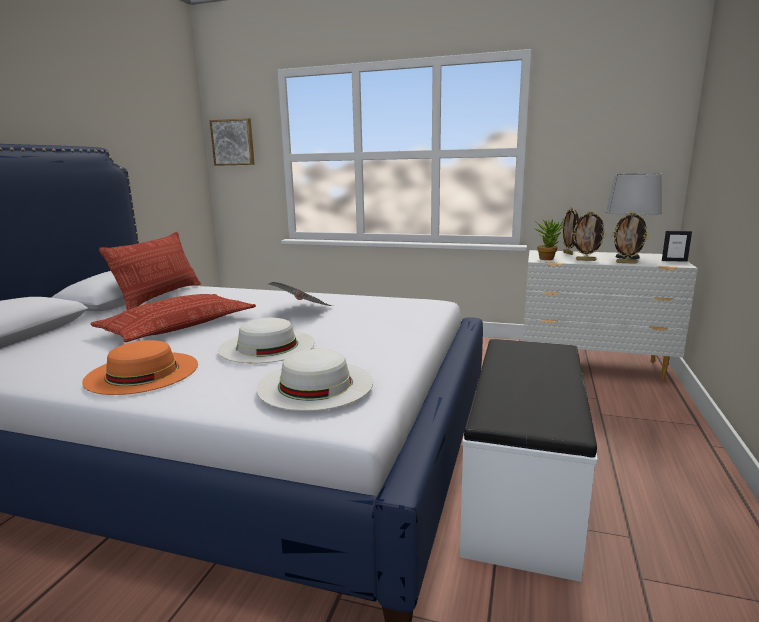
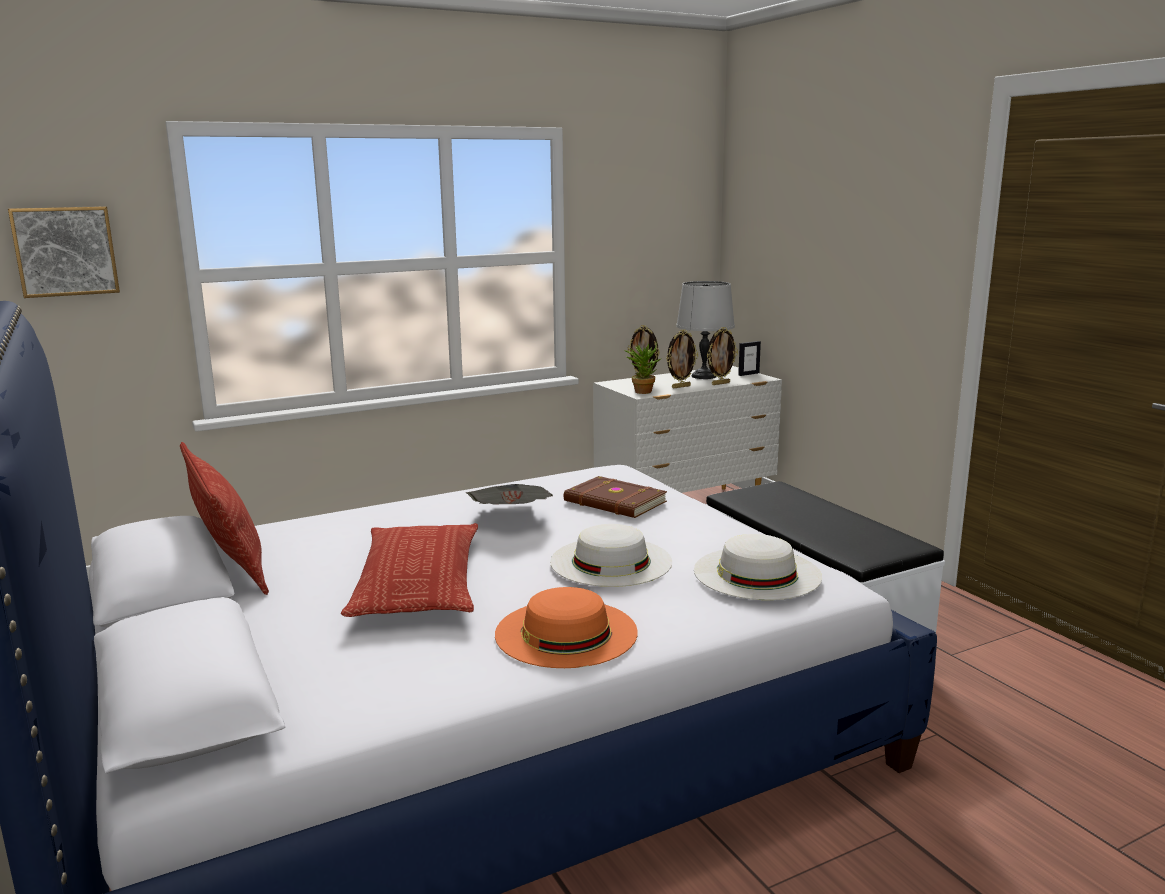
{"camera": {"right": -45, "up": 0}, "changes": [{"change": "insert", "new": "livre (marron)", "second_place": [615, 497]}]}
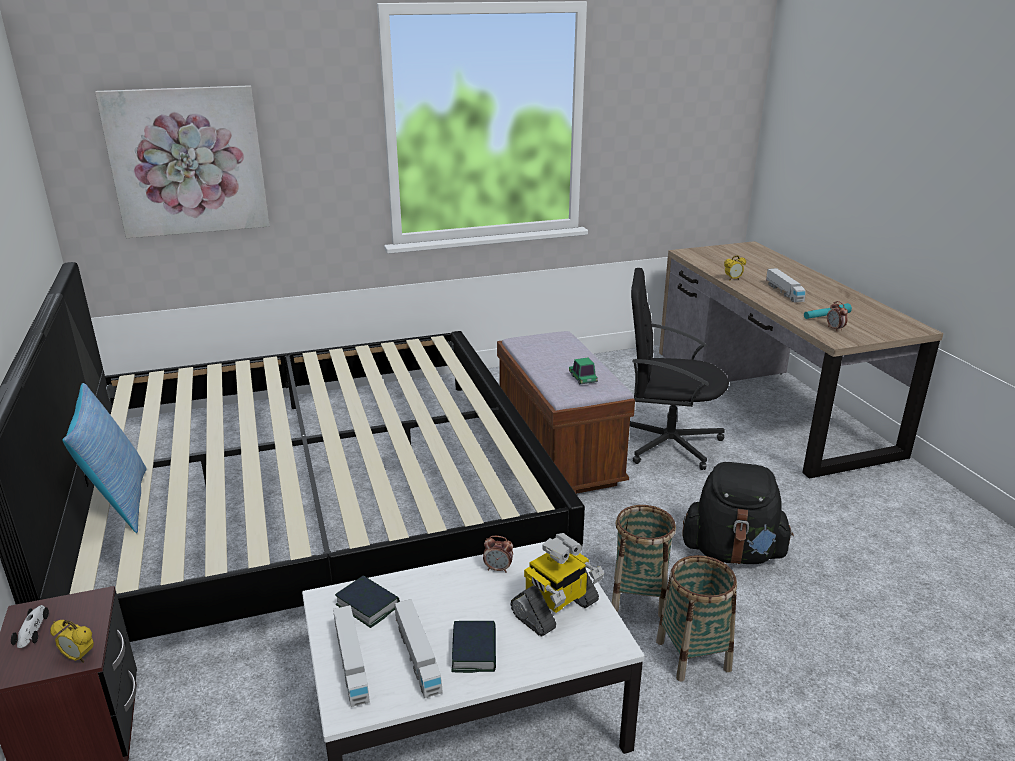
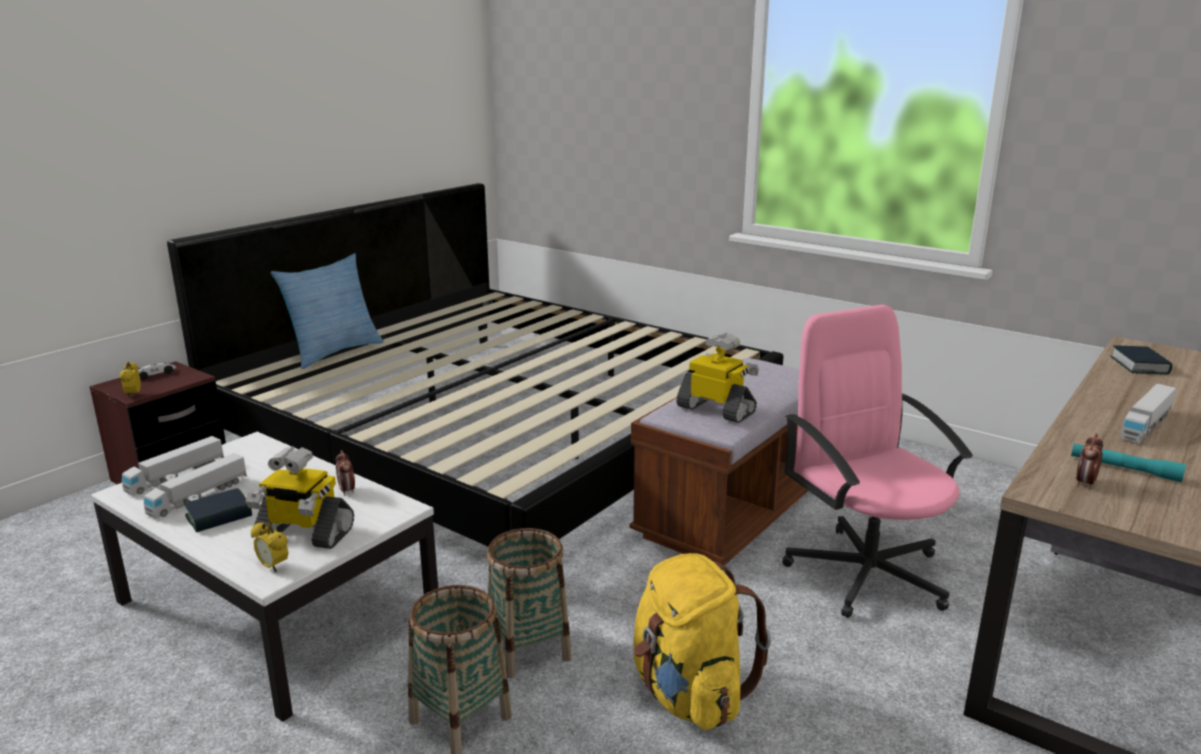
{"camera": {"right": 55, "up": -5}, "changes": [{"change": "delete", "old": "tableau", "first_place": [182, 161]}, {"change": "move", "old": "livre", "first_place": [367, 602], "second_place": [1141, 359]}, {"change": "replace", "old": "petite voiture", "new": "robot jouet", "first_place": [583, 371], "second_place": [717, 377]}, {"change": "recolor", "old": "chaise de bureau (noir)", "new": "chaise de bureau (rose)", "first_place": [679, 369], "second_place": [877, 461]}, {"change": "recolor", "old": "sac à dos (noir)", "new": "sac à dos (jaune)", "first_place": [738, 513], "second_place": [702, 641]}, {"change": "move", "old": "réveil", "first_place": [735, 268], "second_place": [269, 547]}]}
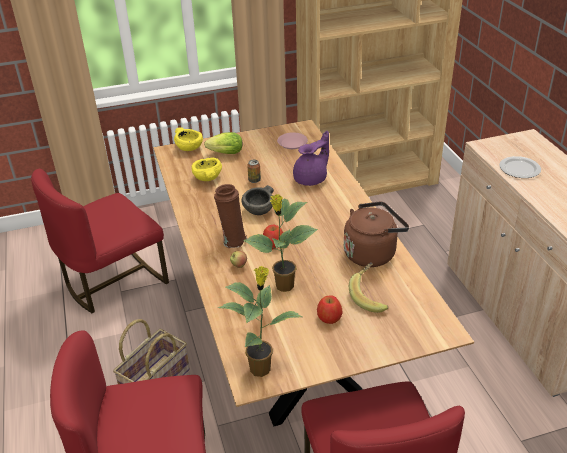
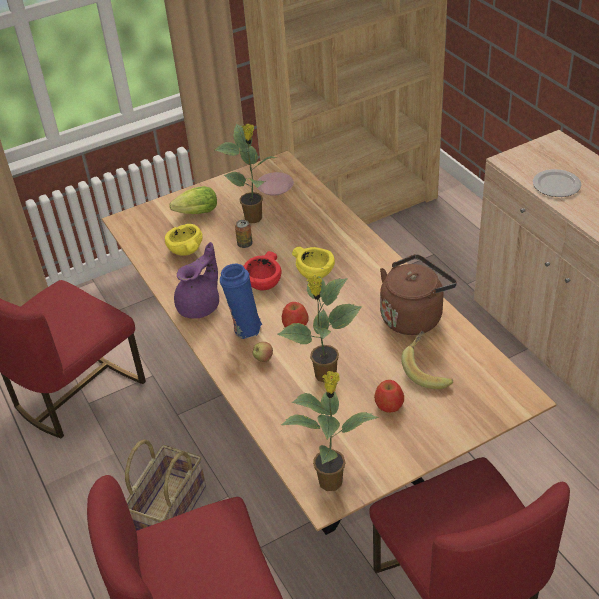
{"camera": {"right": -10, "up": 5}, "changes": [{"change": "move", "old": "bol (jaune)", "first_place": [188, 139], "second_place": [313, 263]}, {"change": "recolor", "old": "vase (marron)", "new": "vase (bleu)", "first_place": [230, 216], "second_place": [241, 301]}, {"change": "recolor", "old": "bol (gris)", "new": "bol (rouge)", "first_place": [258, 200], "second_place": [263, 270]}, {"change": "move", "old": "théière (violet)", "first_place": [311, 158], "second_place": [196, 280]}, {"change": "insert", "new": "plante en pot", "second_place": [246, 173]}]}
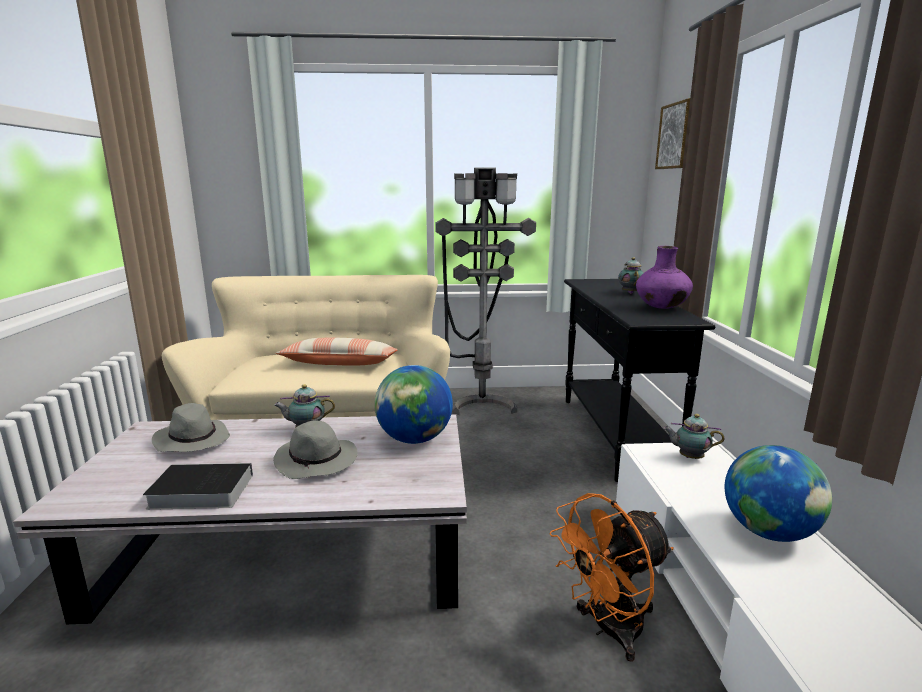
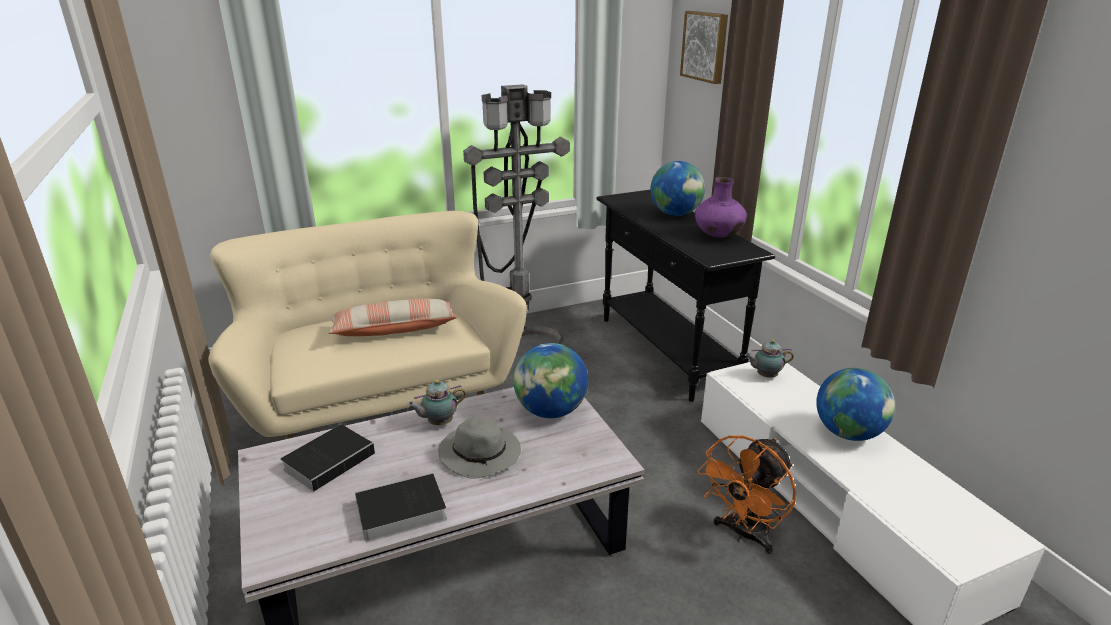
{"camera": {"right": -20, "up": 10}, "changes": [{"change": "replace", "old": "chapeau (gris)", "new": "livre", "first_place": [191, 427], "second_place": [332, 458]}, {"change": "replace", "old": "théière", "new": "globe", "first_place": [630, 275], "second_place": [678, 188]}]}
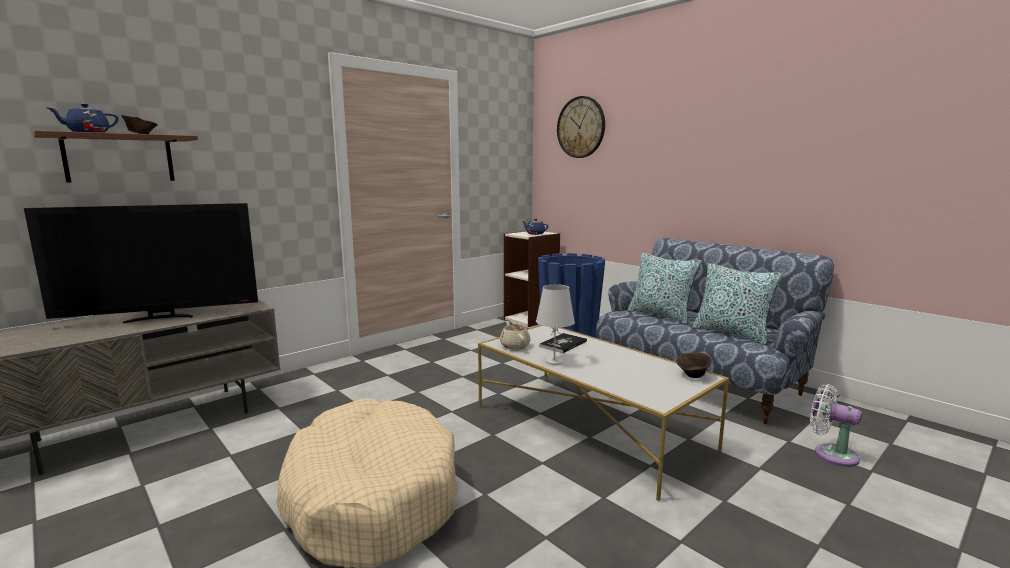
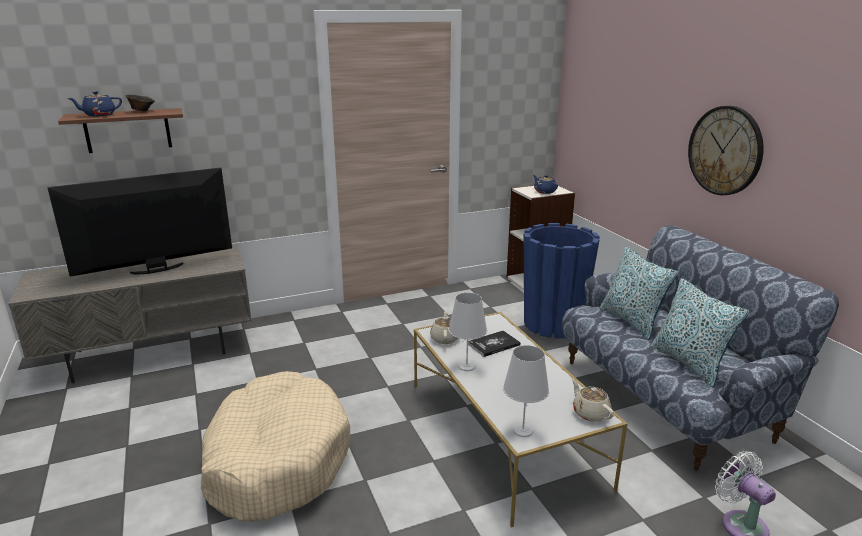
{"camera": {"right": 20, "up": 10}, "changes": [{"change": "rotate", "old": "téléviseur", "first_place": [141, 263], "second_place": [140, 222], "degrees": 150}, {"change": "move", "old": "horloge murale", "first_place": [581, 127], "second_place": [725, 150]}, {"change": "replace", "old": "bol (marron)", "new": "théière (beige)", "first_place": [694, 365], "second_place": [593, 400]}, {"change": "insert", "new": "lampe de table (blanc)", "second_place": [526, 391]}]}
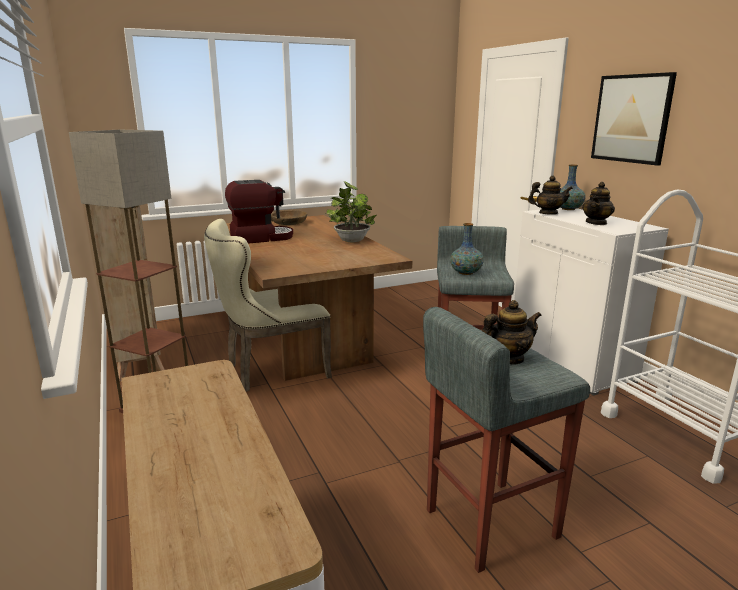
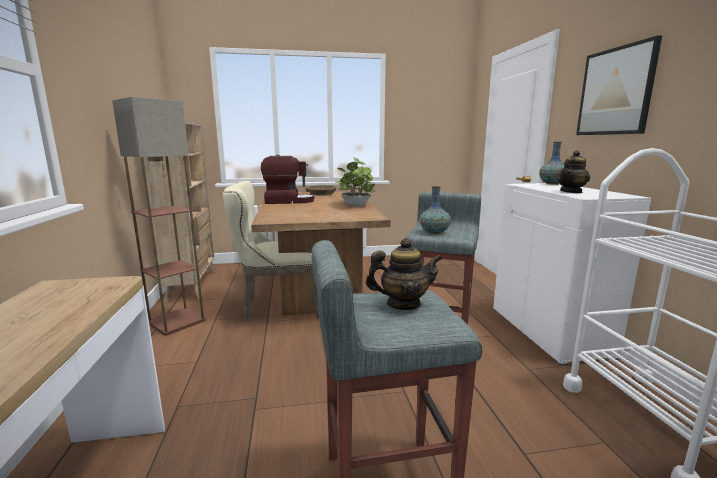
{"camera": {"right": 15, "up": -5}, "changes": [{"change": "delete", "old": "théière", "first_place": [550, 195]}]}
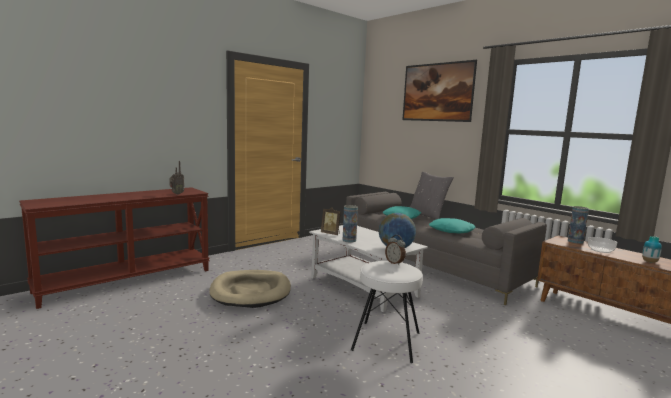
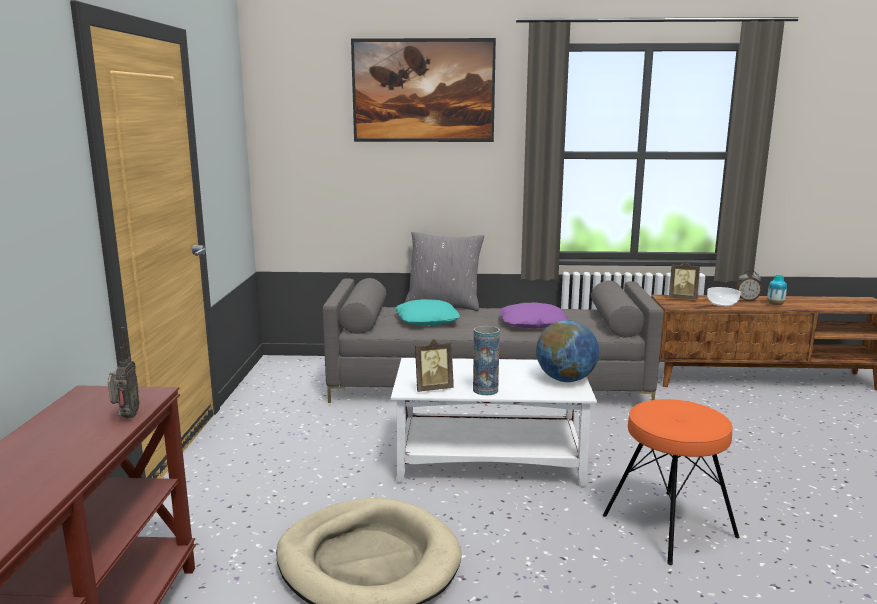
{"camera": {"right": -45, "up": 5}, "changes": [{"change": "recolor", "old": "tabouret (blanc)", "new": "tabouret (orange)", "first_place": [387, 312], "second_place": [670, 482]}, {"change": "move", "old": "réveil", "first_place": [395, 250], "second_place": [749, 285]}, {"change": "recolor", "old": "coussin (turquoise)", "new": "coussin (violet)", "first_place": [452, 226], "second_place": [533, 315]}, {"change": "replace", "old": "vase", "new": "cadre photo", "first_place": [578, 225], "second_place": [684, 281]}]}
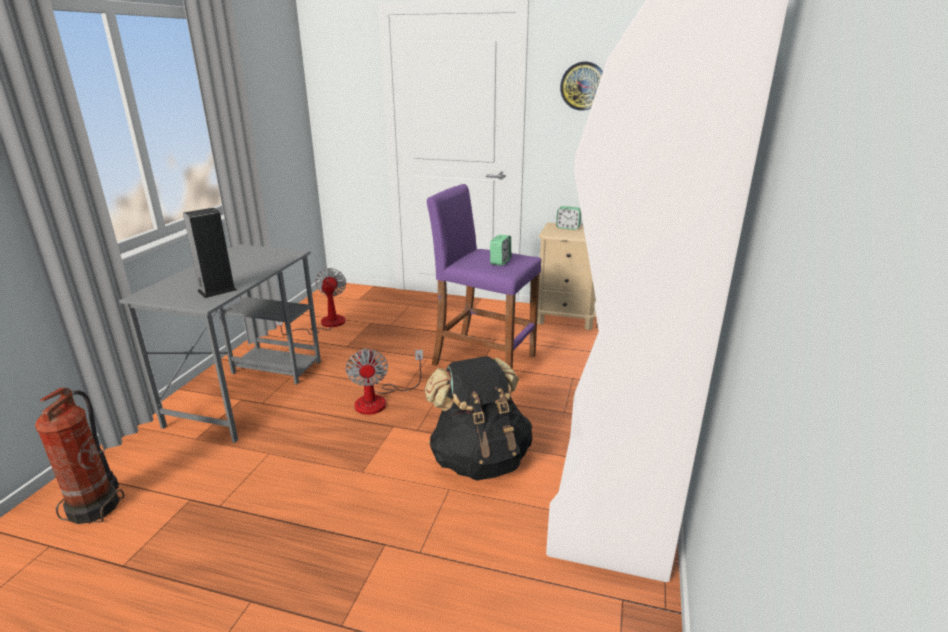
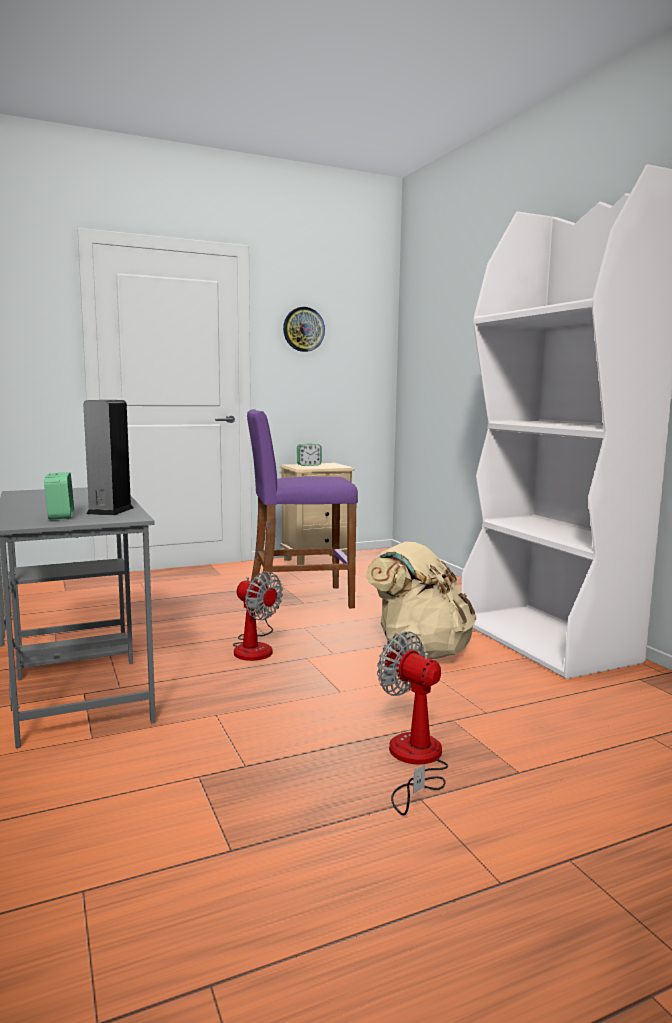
{"camera": {"right": -40, "up": -15}, "changes": [{"change": "delete", "old": "extincteur", "first_place": [80, 456]}, {"change": "move", "old": "ventilateur", "first_place": [310, 301], "second_place": [412, 723]}, {"change": "recolor", "old": "sac à dos (noir)", "new": "sac à dos (beige)", "first_place": [478, 418], "second_place": [421, 600]}, {"change": "move", "old": "réveil", "first_place": [500, 250], "second_place": [59, 496]}]}
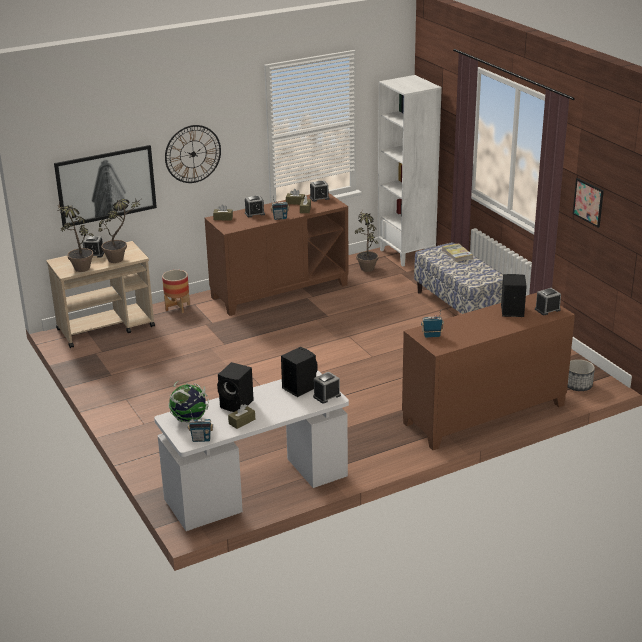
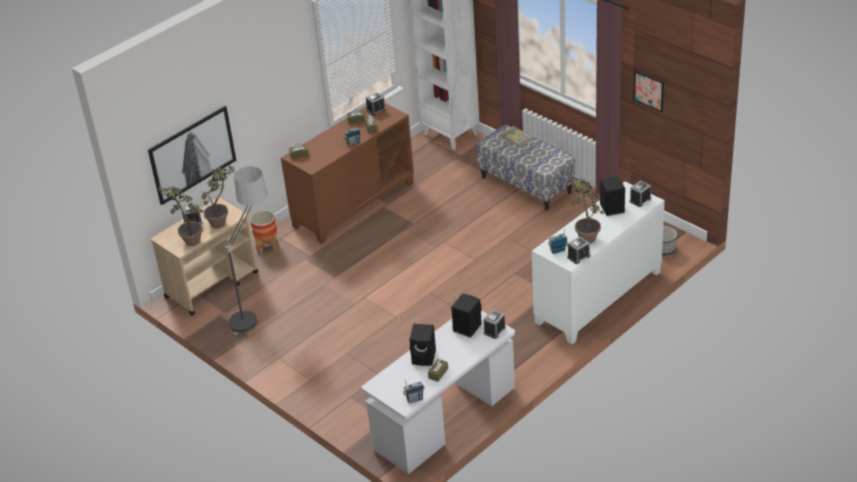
{"camera": {"right": -15, "up": 10}, "changes": [{"change": "delete", "old": "horloge murale", "first_place": [193, 154]}, {"change": "delete", "old": "globe", "first_place": [188, 401]}, {"change": "move", "old": "réveil", "first_place": [255, 206], "second_place": [579, 250]}, {"change": "move", "old": "plante en pot", "first_place": [366, 240], "second_place": [586, 208]}, {"change": "recolor", "old": "meuble de rangement (marron)", "new": "meuble de rangement (blanc)", "first_place": [488, 371], "second_place": [598, 263]}, {"change": "insert", "new": "lampadaire", "second_place": [246, 250]}]}
